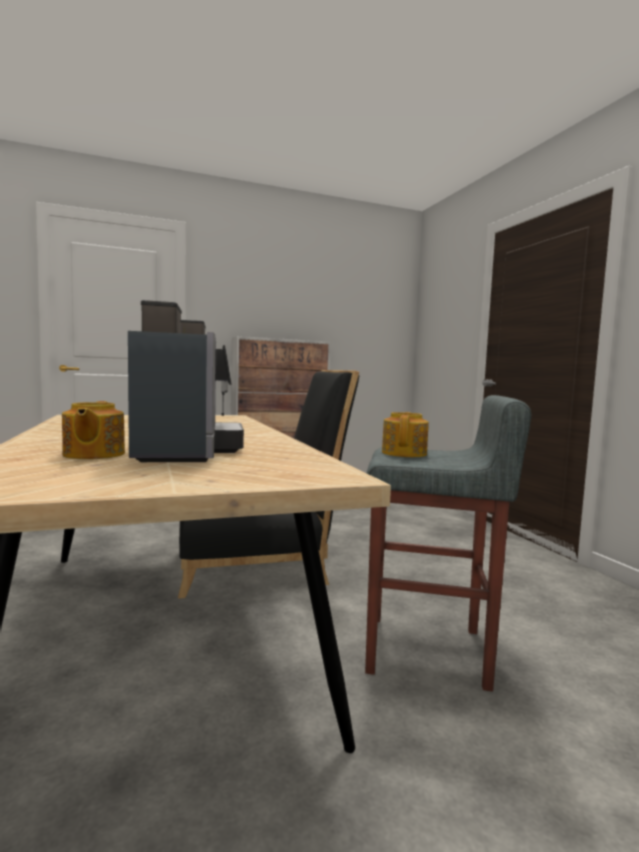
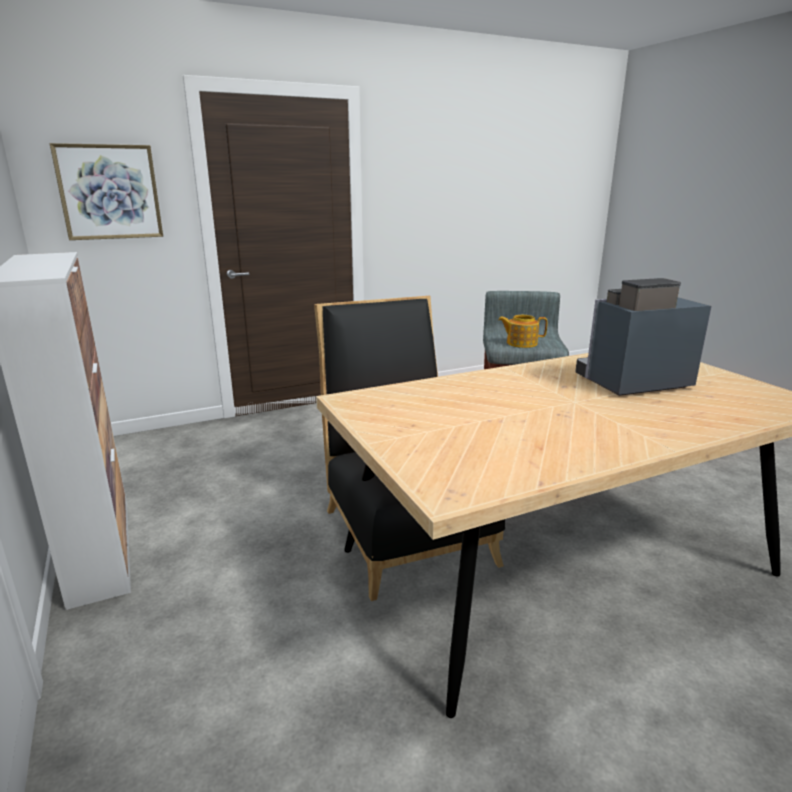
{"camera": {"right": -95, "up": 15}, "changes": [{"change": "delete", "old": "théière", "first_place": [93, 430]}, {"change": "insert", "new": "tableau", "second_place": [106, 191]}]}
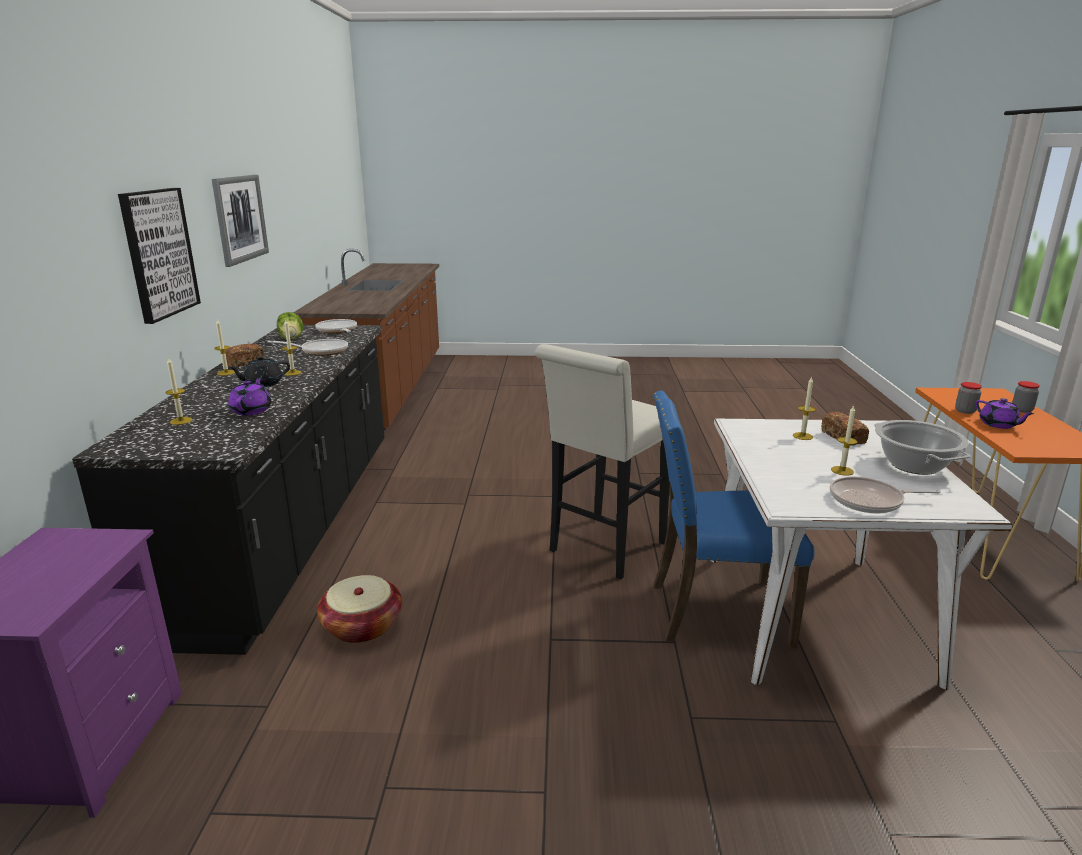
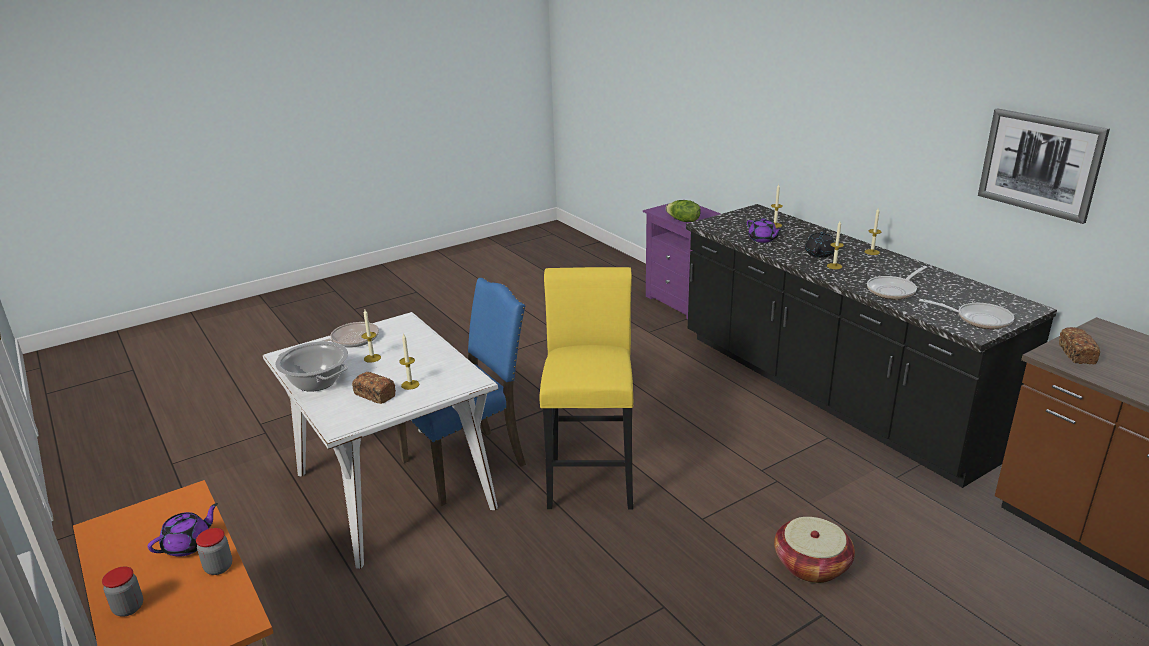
{"camera": {"right": 145, "up": 5}, "changes": [{"change": "delete", "old": "tableau", "first_place": [159, 256]}, {"change": "move", "old": "pain", "first_place": [245, 355], "second_place": [1079, 345]}, {"change": "move", "old": "laitue", "first_place": [290, 326], "second_place": [683, 211]}, {"change": "move", "old": "panier", "first_place": [359, 609], "second_place": [814, 550]}, {"change": "recolor", "old": "tabouret (blanc)", "new": "tabouret (jaune)", "first_place": [602, 462], "second_place": [586, 388]}, {"change": "rotate", "old": "théière (violet)", "first_place": [1004, 413], "second_place": [182, 530], "degrees": 105}]}
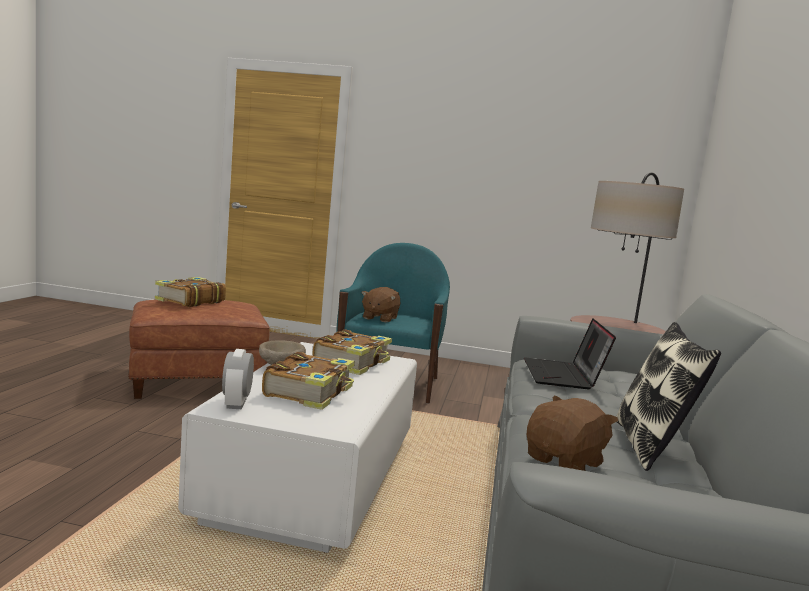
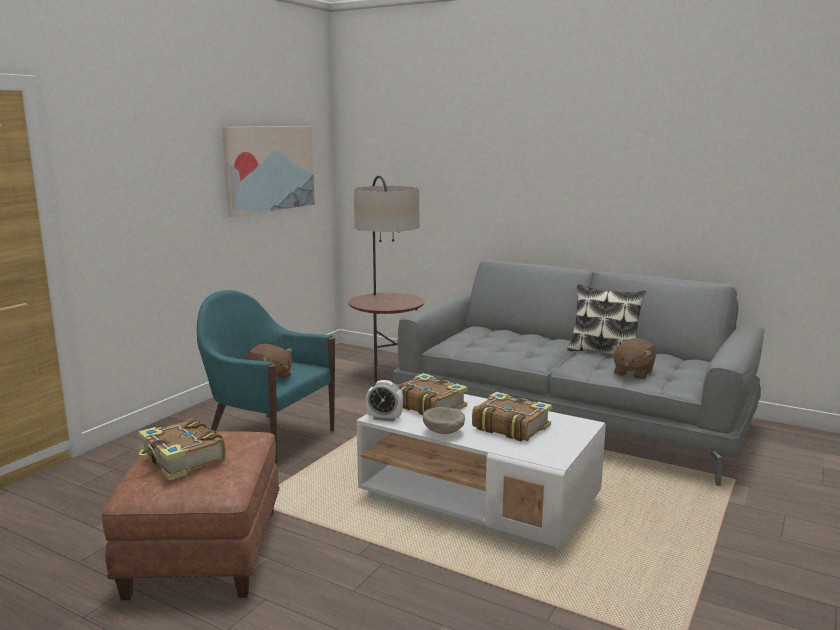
{"camera": {"right": -70, "up": 5}, "changes": [{"change": "move", "old": "réveil", "first_place": [238, 379], "second_place": [384, 401]}, {"change": "delete", "old": "ordinateur portable", "first_place": [570, 353]}, {"change": "rotate", "old": "peluche (marron)", "first_place": [572, 433], "second_place": [634, 358], "degrees": -120}, {"change": "insert", "new": "tableau", "second_place": [268, 171]}]}
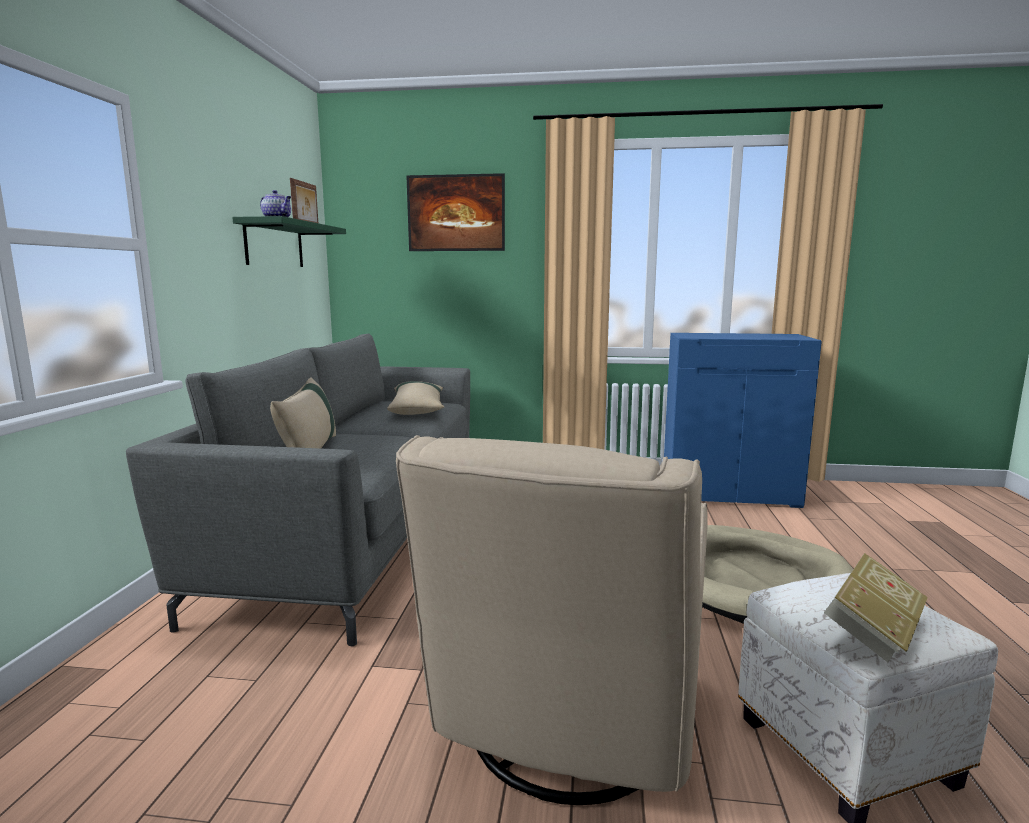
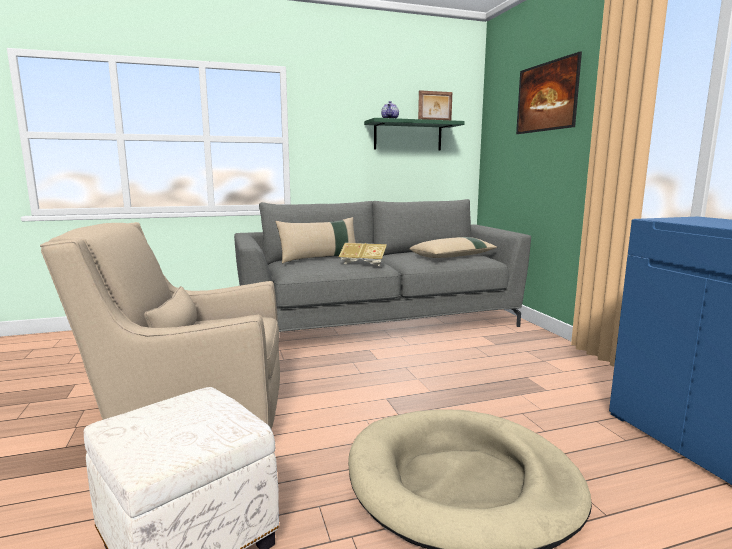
{"camera": {"right": 65, "up": 0}, "changes": [{"change": "move", "old": "livre", "first_place": [876, 607], "second_place": [362, 254]}]}
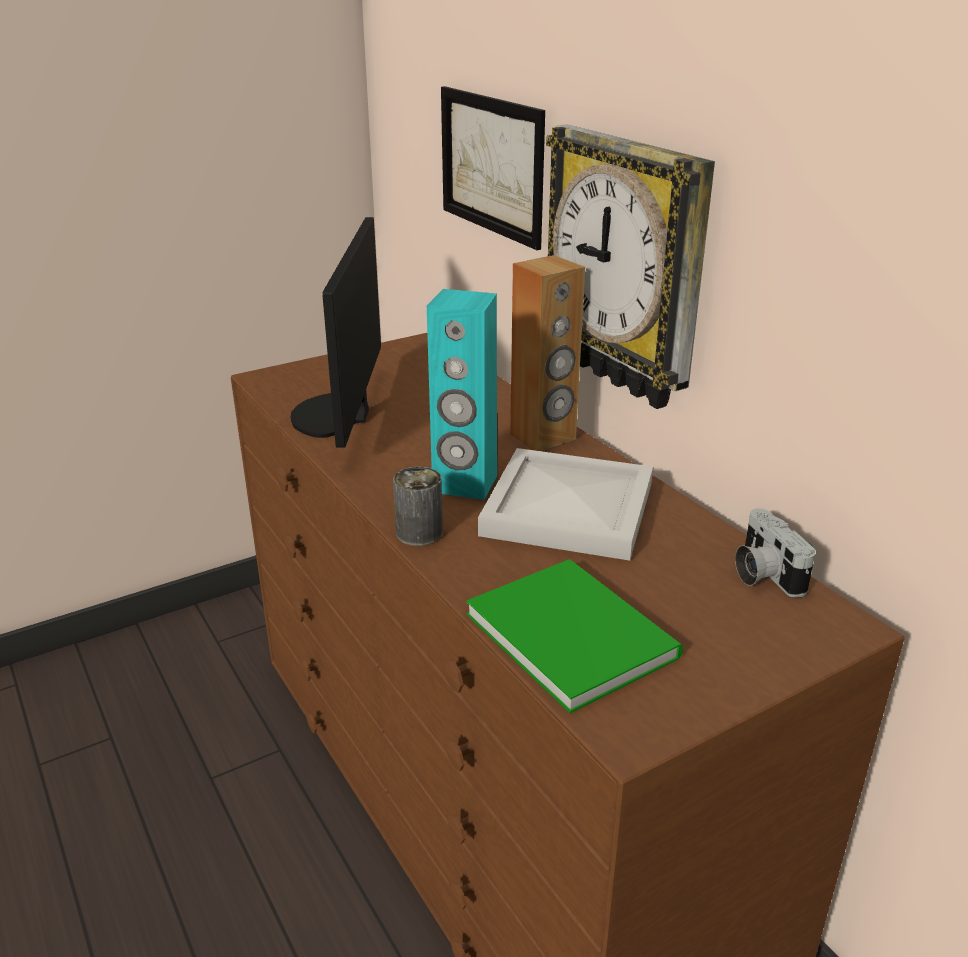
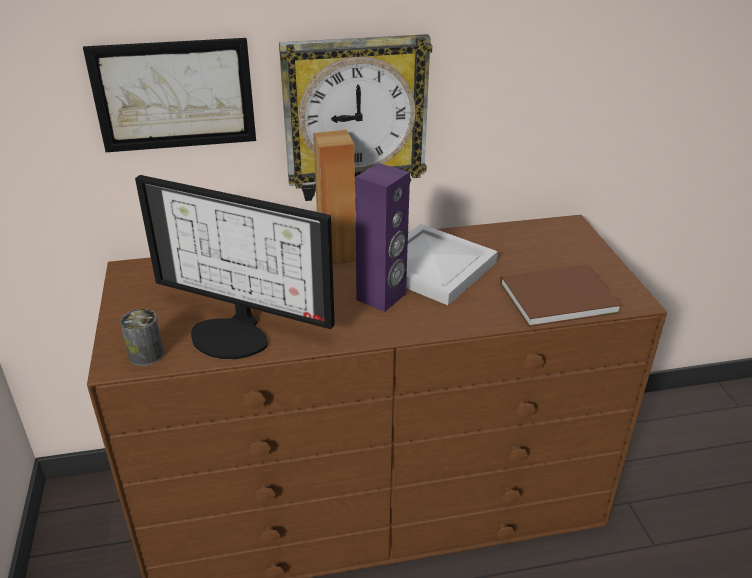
{"camera": {"right": -70, "up": 5}, "changes": [{"change": "move", "old": "boîte métallique", "first_place": [418, 506], "second_place": [142, 337]}, {"change": "recolor", "old": "enceinte (turquoise)", "new": "enceinte (violet)", "first_place": [462, 394], "second_place": [382, 237]}, {"change": "recolor", "old": "livre (vert)", "new": "livre (marron)", "first_place": [574, 636], "second_place": [561, 296]}, {"change": "delete", "old": "appareil photo", "first_place": [775, 553]}]}
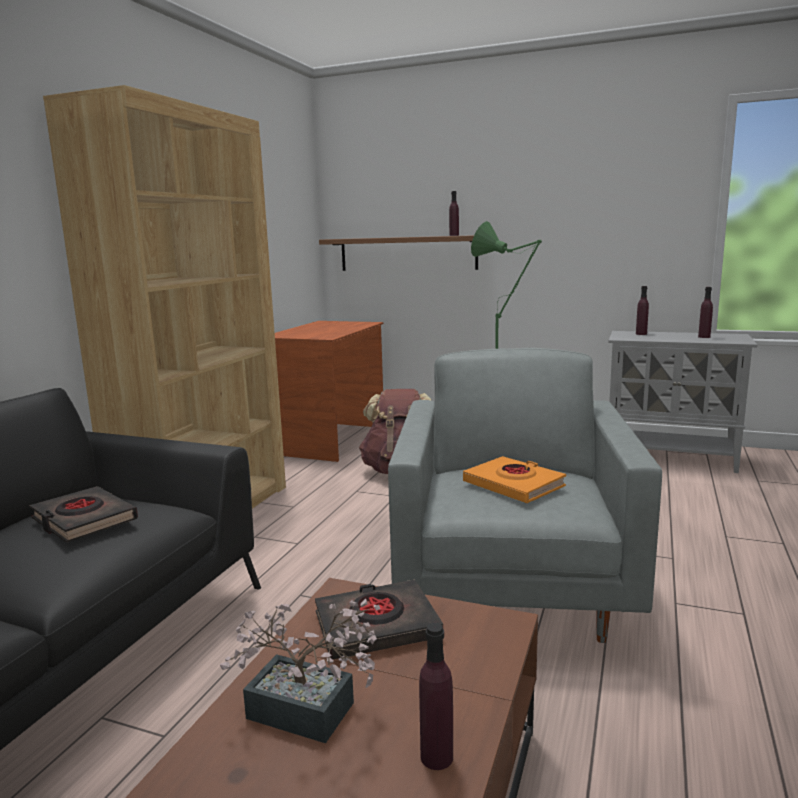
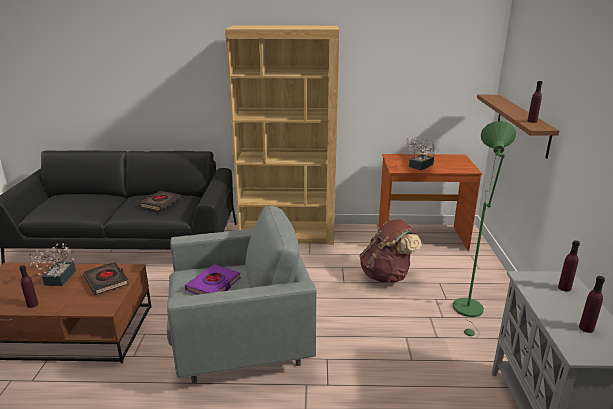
{"camera": {"right": 70, "up": 10}, "changes": [{"change": "recolor", "old": "livre (orange)", "new": "livre (violet)", "first_place": [514, 479], "second_place": [213, 279]}, {"change": "insert", "new": "plante en pot", "second_place": [420, 154]}]}
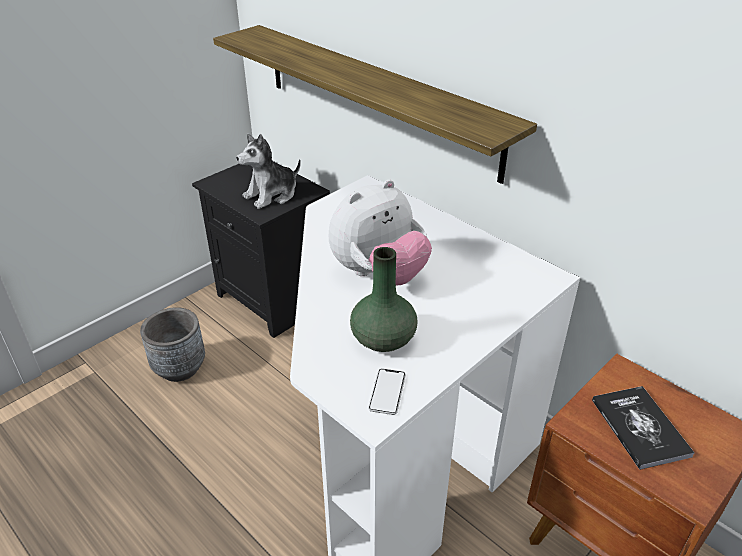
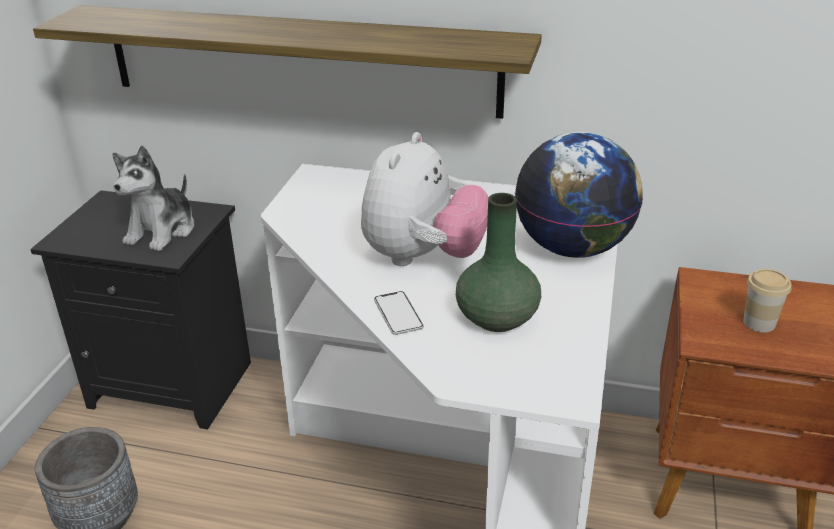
{"camera": {"right": -30, "up": -5}, "changes": [{"change": "move", "old": "téléphone", "first_place": [387, 392], "second_place": [399, 313]}, {"change": "replace", "old": "livre", "new": "tasse", "first_place": [643, 428], "second_place": [767, 300]}, {"change": "insert", "new": "globe", "second_place": [579, 195]}]}
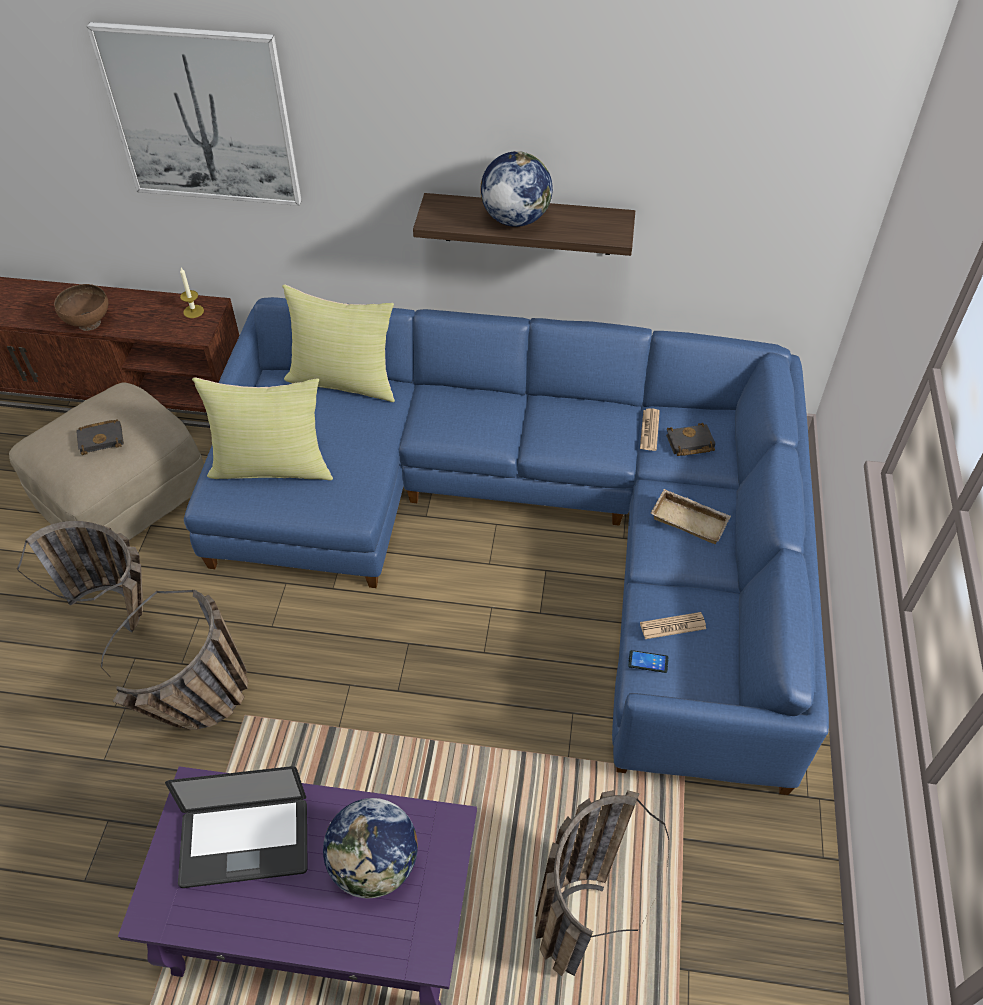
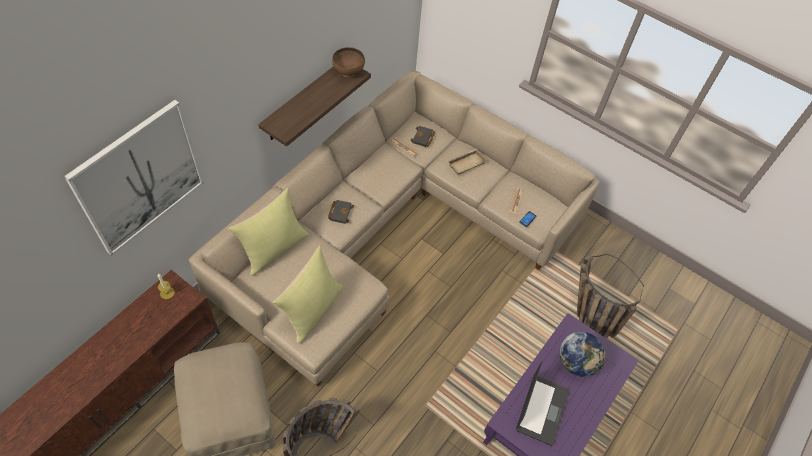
{"camera": {"right": -65, "up": 5}, "changes": [{"change": "move", "old": "bol (marron)", "first_place": [81, 307], "second_place": [348, 62]}, {"change": "move", "old": "livre (noir)", "first_place": [100, 437], "second_place": [341, 212]}, {"change": "delete", "old": "panier", "first_place": [174, 660]}, {"change": "recolor", "old": "canapé (bleu)", "new": "canapé (beige)", "first_place": [506, 546], "second_place": [394, 229]}, {"change": "delete", "old": "globe", "first_place": [516, 189]}]}
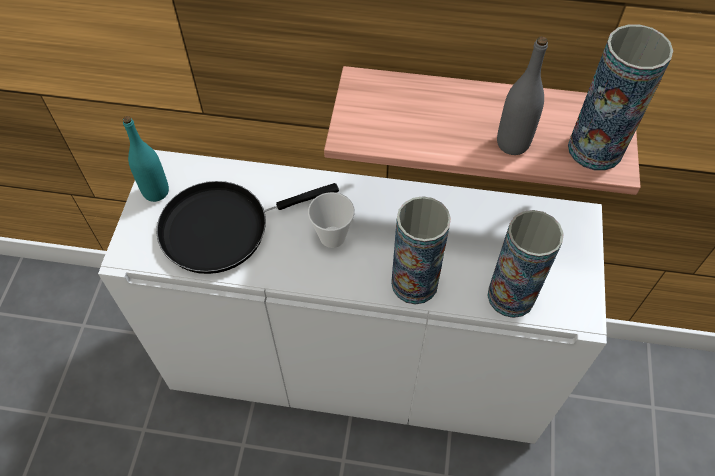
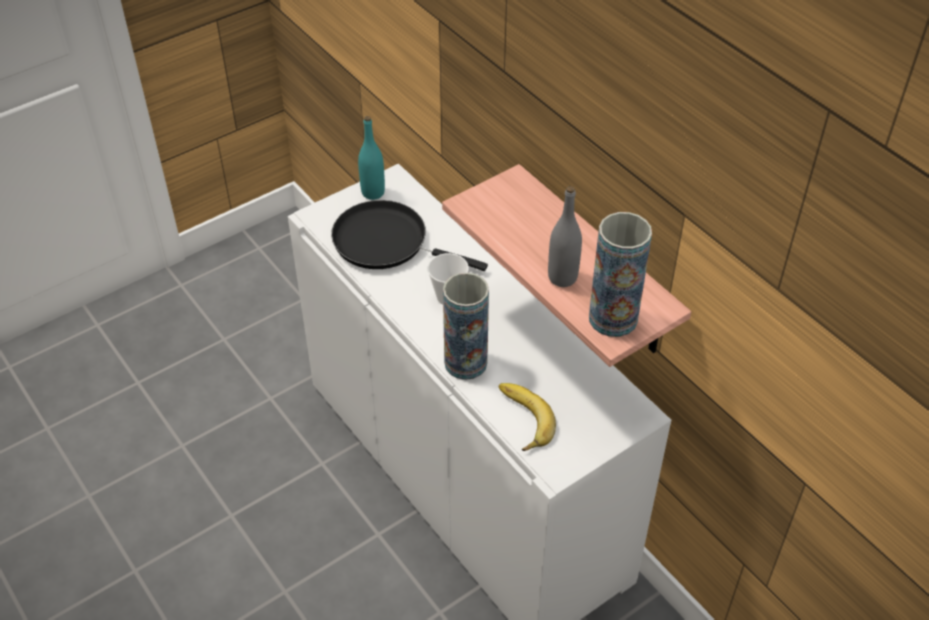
{"camera": {"right": 45, "up": -10}, "changes": [{"change": "replace", "old": "vase", "new": "banane", "first_place": [525, 264], "second_place": [527, 417]}]}
